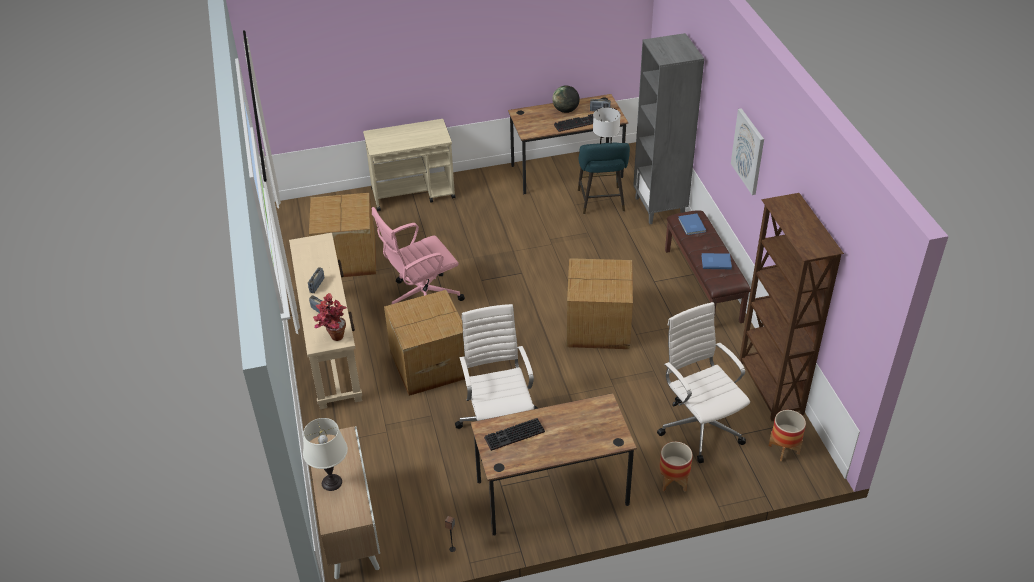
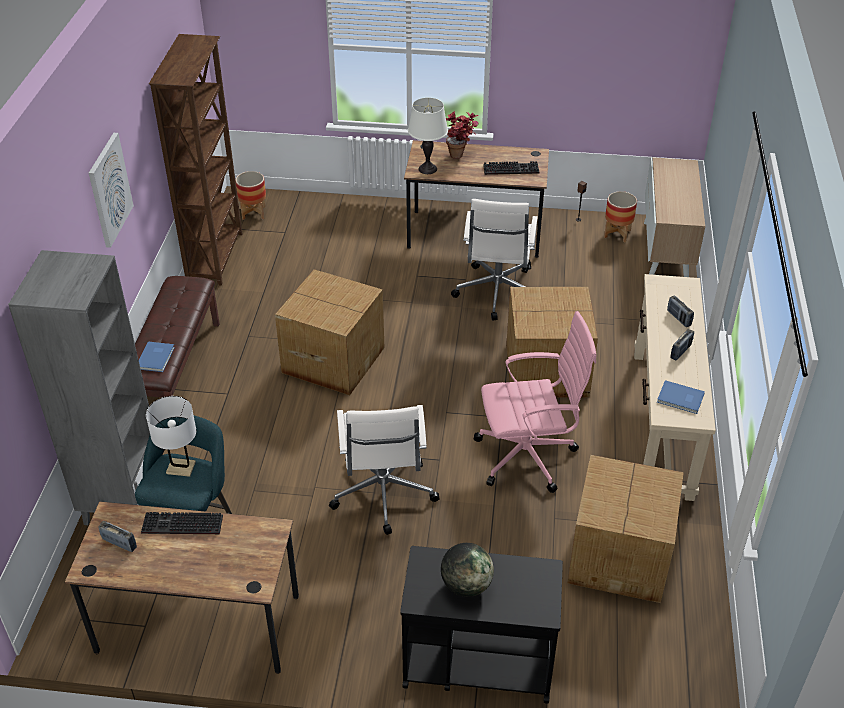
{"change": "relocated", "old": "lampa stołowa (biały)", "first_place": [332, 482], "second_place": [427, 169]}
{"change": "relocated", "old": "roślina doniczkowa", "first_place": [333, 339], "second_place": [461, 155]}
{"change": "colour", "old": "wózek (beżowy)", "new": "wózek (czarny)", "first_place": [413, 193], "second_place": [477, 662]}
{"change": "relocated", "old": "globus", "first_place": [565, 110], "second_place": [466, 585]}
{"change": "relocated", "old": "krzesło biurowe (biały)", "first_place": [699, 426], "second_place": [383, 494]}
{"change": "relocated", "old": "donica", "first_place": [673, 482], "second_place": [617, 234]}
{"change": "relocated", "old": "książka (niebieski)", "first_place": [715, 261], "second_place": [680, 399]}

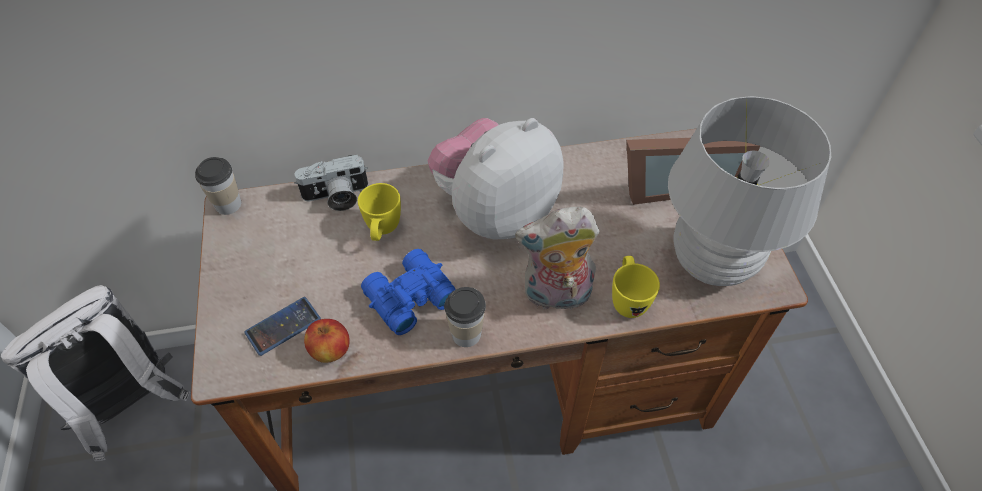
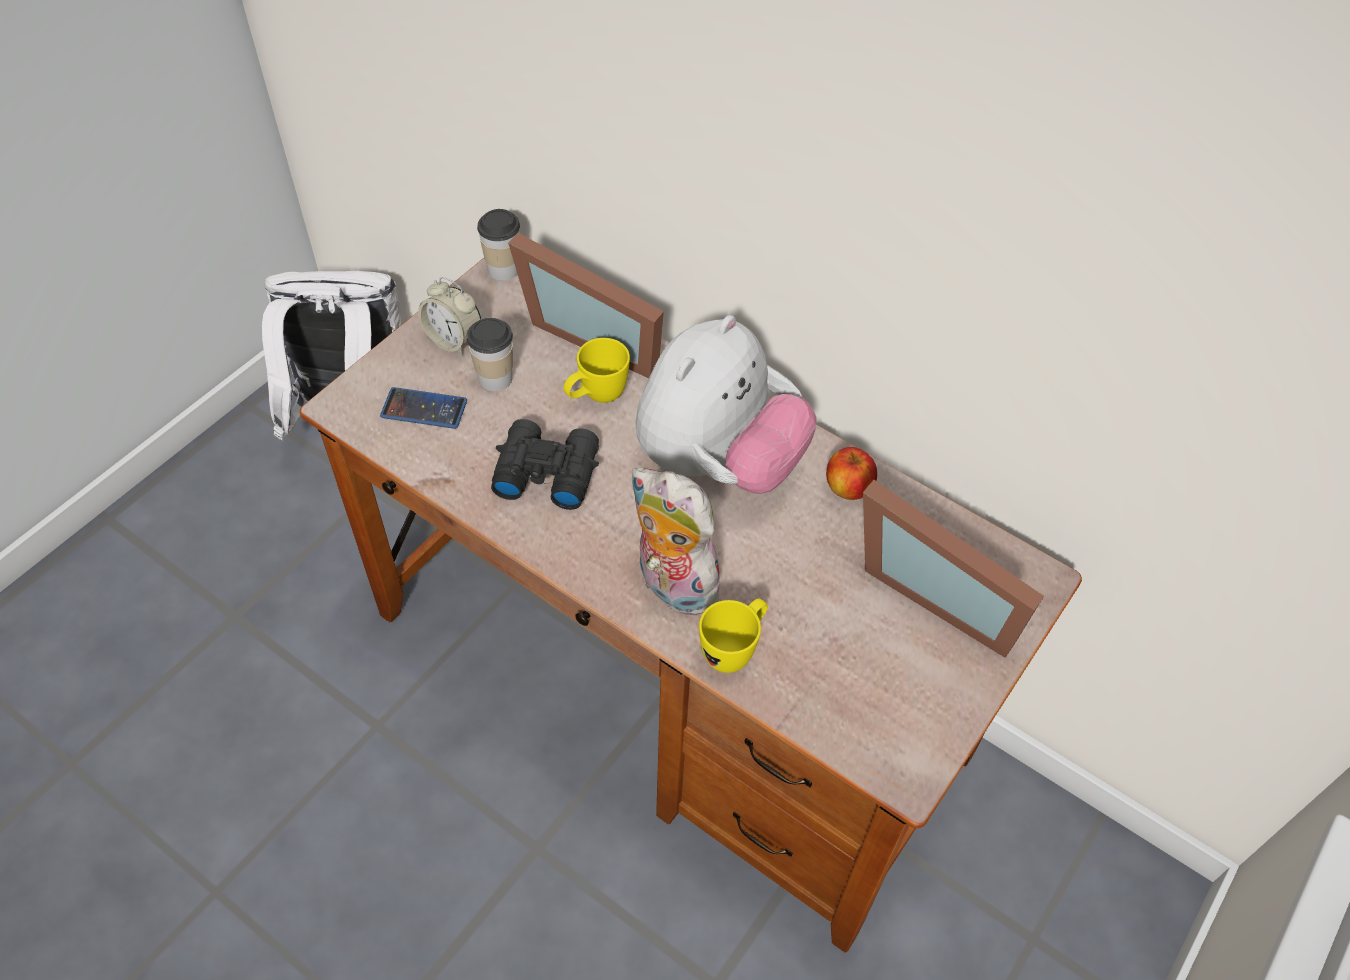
{"change": "exchanged", "old": "aparat fotograficzny", "new": "ramka na zdjęcie", "first_place": [336, 197], "second_place": [596, 333]}
{"change": "relocated", "old": "jabłko", "first_place": [331, 350], "second_place": [848, 488]}
{"change": "colour", "old": "lornetka (niebieski)", "new": "lornetka (czarny)", "first_place": [408, 297], "second_place": [545, 471]}
{"change": "spun", "old": "pluszak", "first_place": [495, 211], "second_place": [718, 462], "degrees": 120}
{"change": "relocated", "old": "filiżanka", "first_place": [466, 334], "second_place": [495, 378]}
{"change": "missing", "old": "lampa stołowa (biały)", "first_place": [712, 263]}
{"change": "appeared", "new": "budzik", "second_place": [453, 340]}

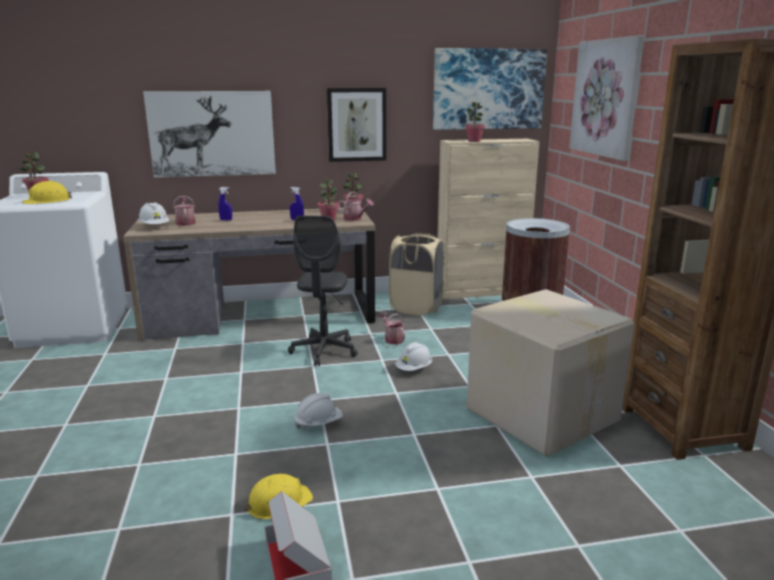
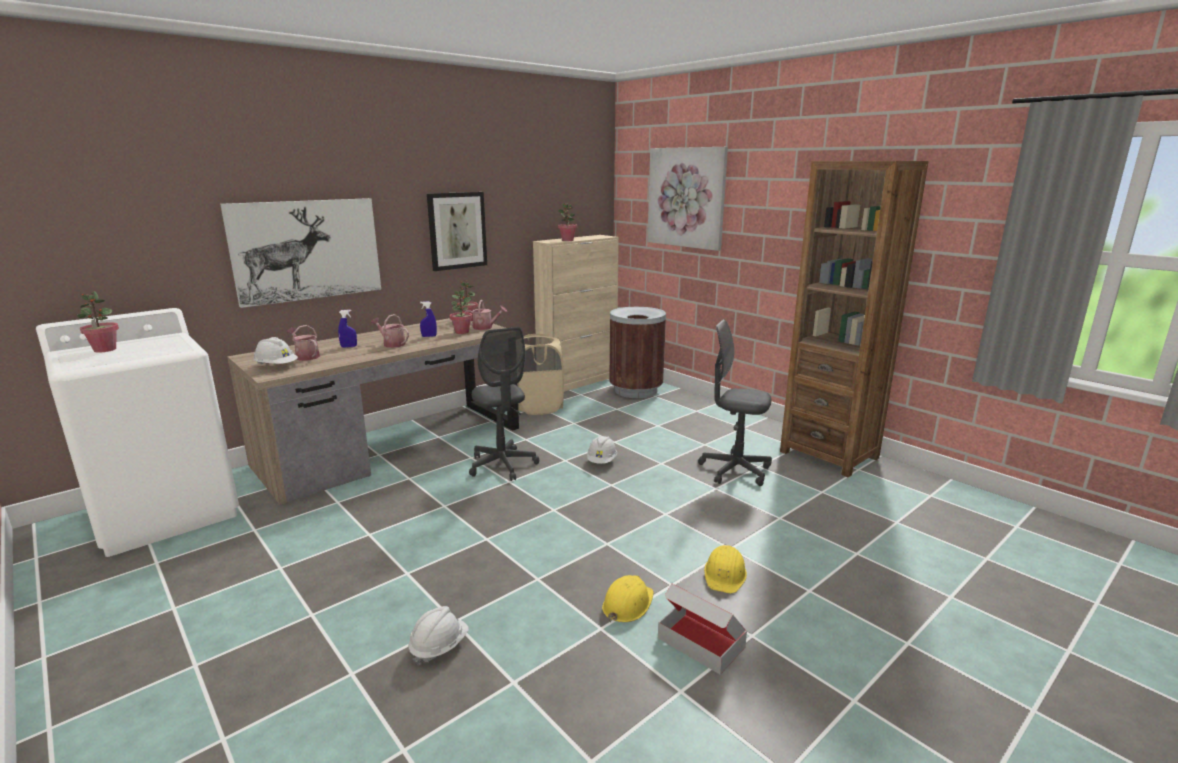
{"change": "relocated", "old": "kask (żółty)", "first_place": [47, 201], "second_place": [725, 575]}
{"change": "relocated", "old": "kask (biały)", "first_place": [318, 424], "second_place": [439, 647]}
{"change": "relocated", "old": "konewka", "first_place": [392, 339], "second_place": [392, 344]}
{"change": "missing", "old": "obraz", "first_place": [488, 89]}
{"change": "exchanged", "old": "karton", "new": "krzesło biurowe (szary)", "first_place": [541, 414], "second_place": [735, 470]}

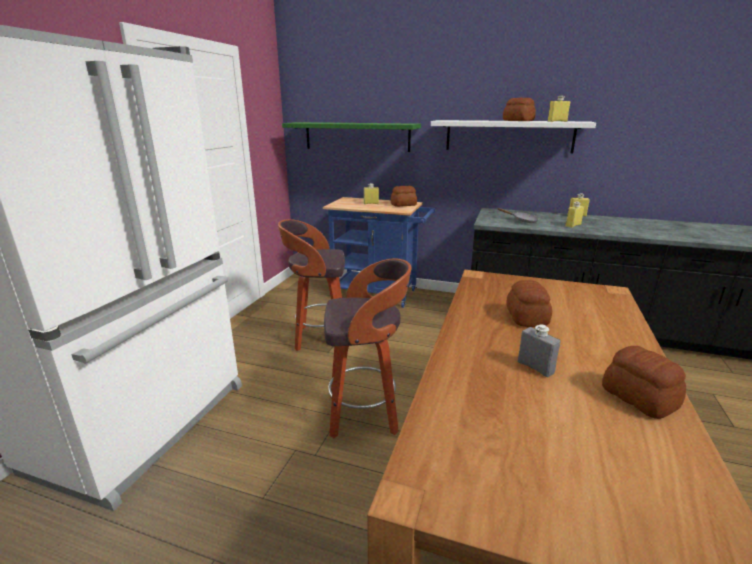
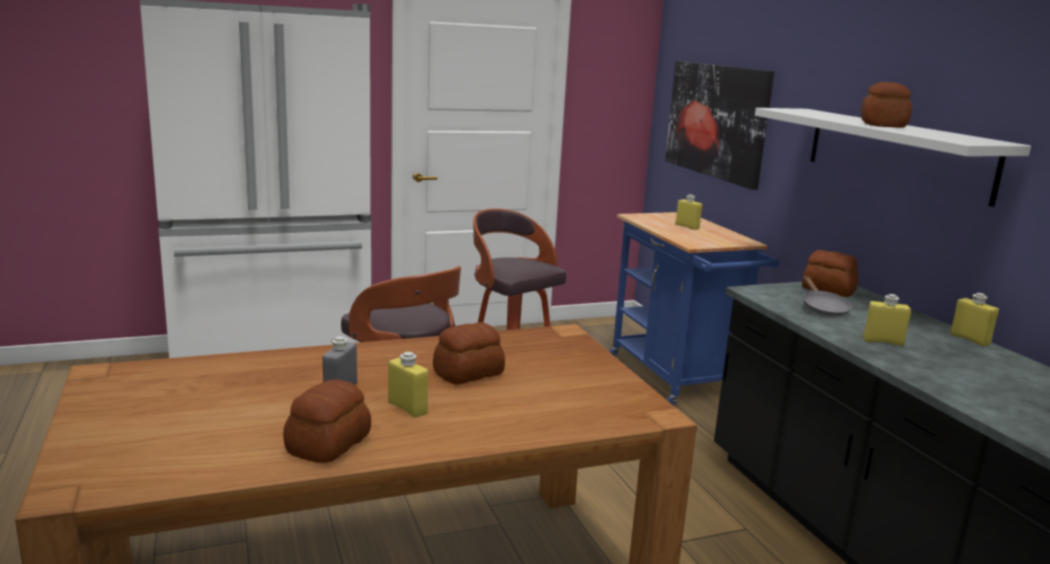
{"change": "exchanged", "old": "półka (zielony)", "new": "obraz", "first_place": [356, 136], "second_place": [716, 121]}
{"change": "relocated", "old": "chleb", "first_place": [404, 205], "second_place": [828, 290]}
{"change": "relocated", "old": "butelka (żółty)", "first_place": [557, 121], "second_place": [407, 408]}

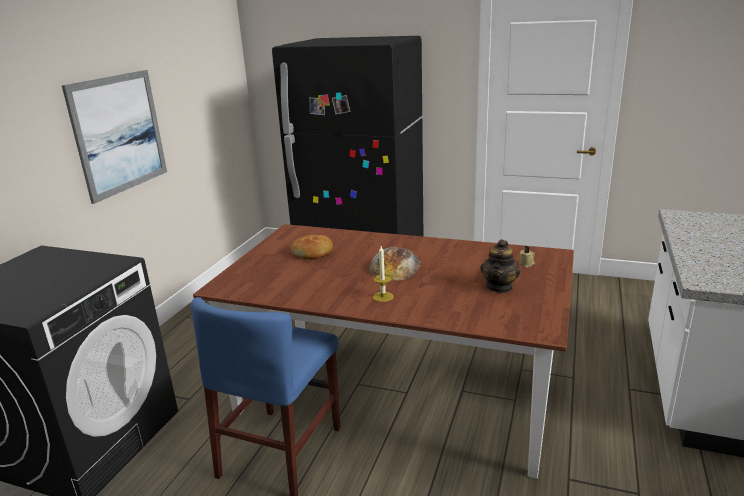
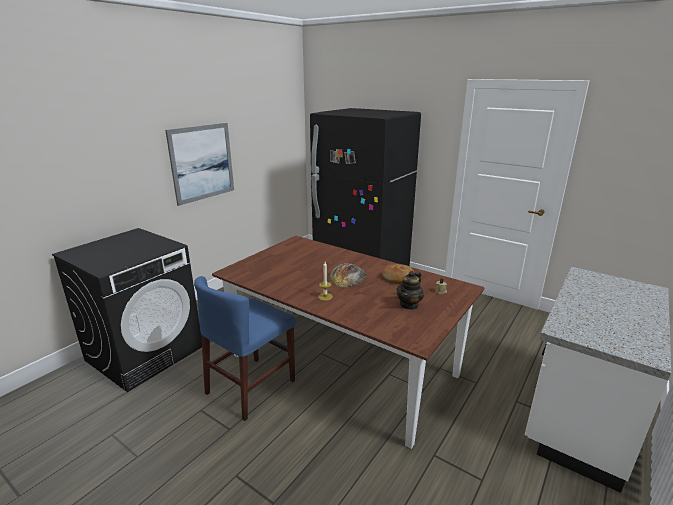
{"change": "relocated", "old": "chleb", "first_place": [313, 253], "second_place": [398, 278]}

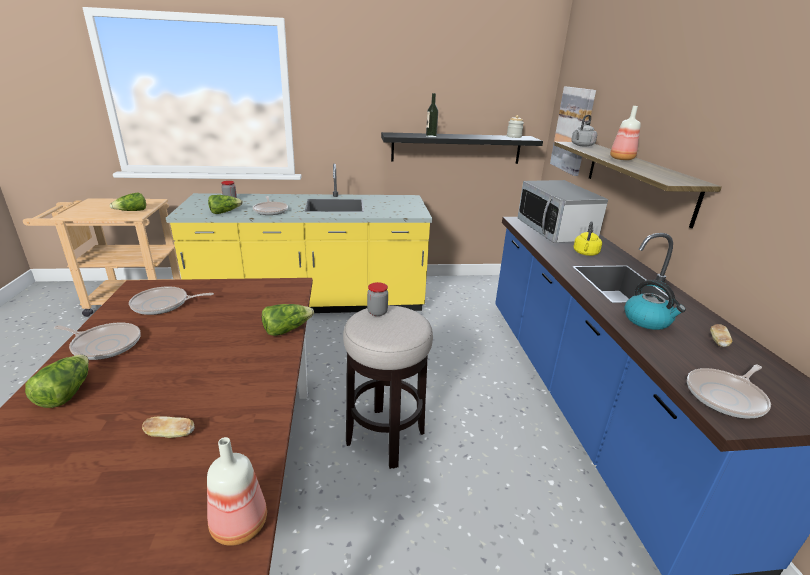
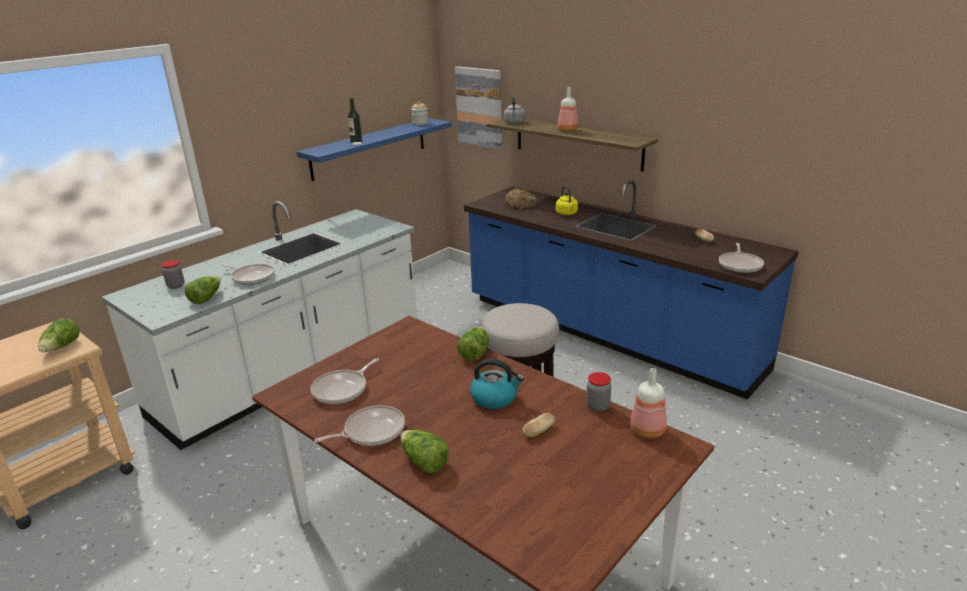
{"change": "colour", "old": "zabudowa kuchenna (żółty)", "new": "zabudowa kuchenna (biały)", "first_place": [312, 302], "second_place": [294, 371]}
{"change": "relocated", "old": "słoik", "first_place": [377, 312], "second_place": [597, 406]}
{"change": "colour", "old": "półka (czarny)", "new": "półka (niebieski)", "first_place": [456, 148], "second_place": [369, 148]}
{"change": "exchanged", "old": "mikrofalówka", "new": "chleb", "first_place": [555, 231], "second_place": [521, 203]}
{"change": "relocated", "old": "czajnik", "first_place": [647, 321], "second_place": [495, 398]}

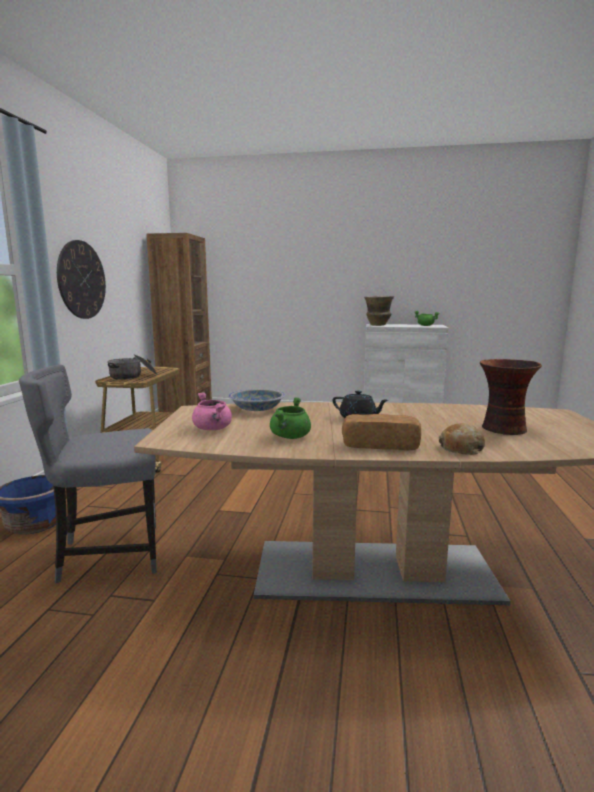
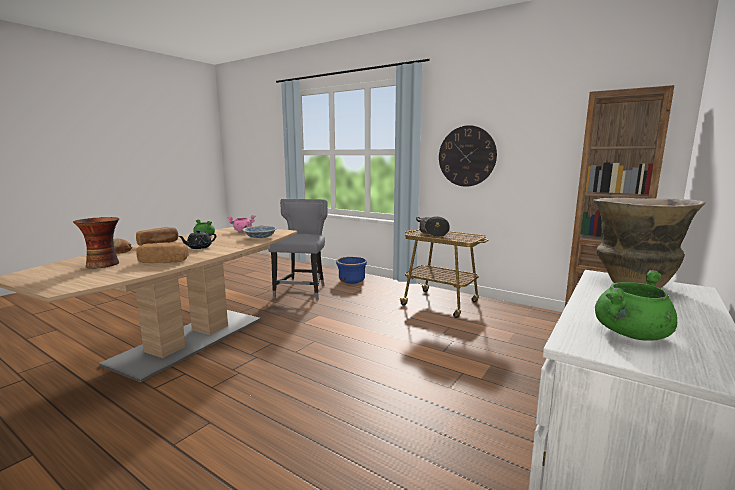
{"change": "appeared", "new": "chleb", "second_place": [164, 261]}

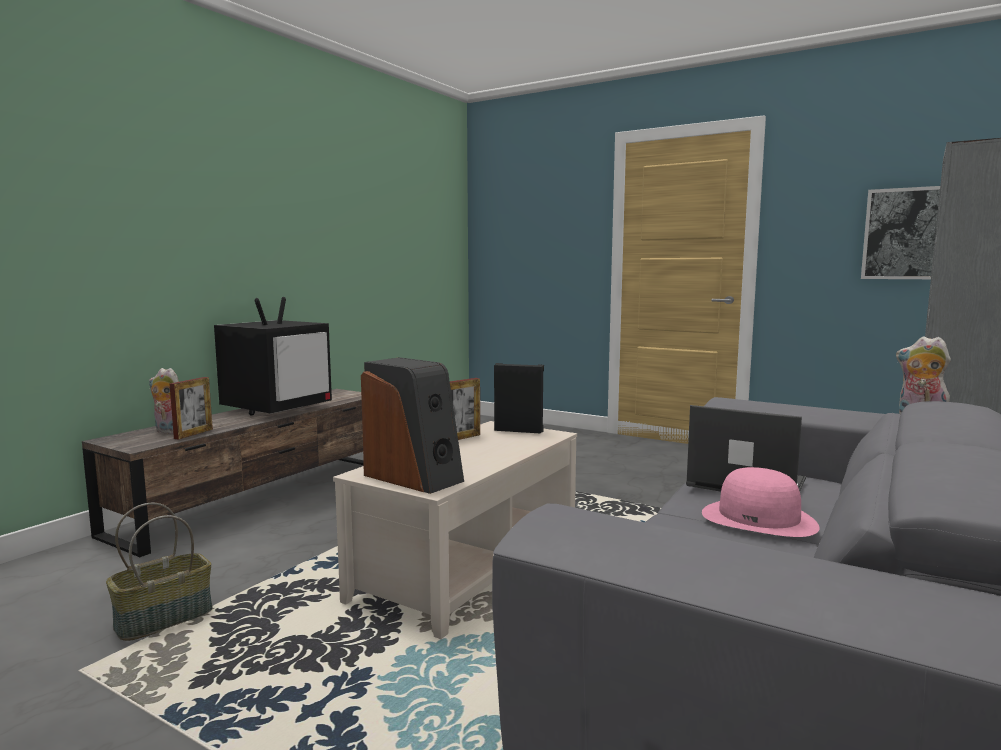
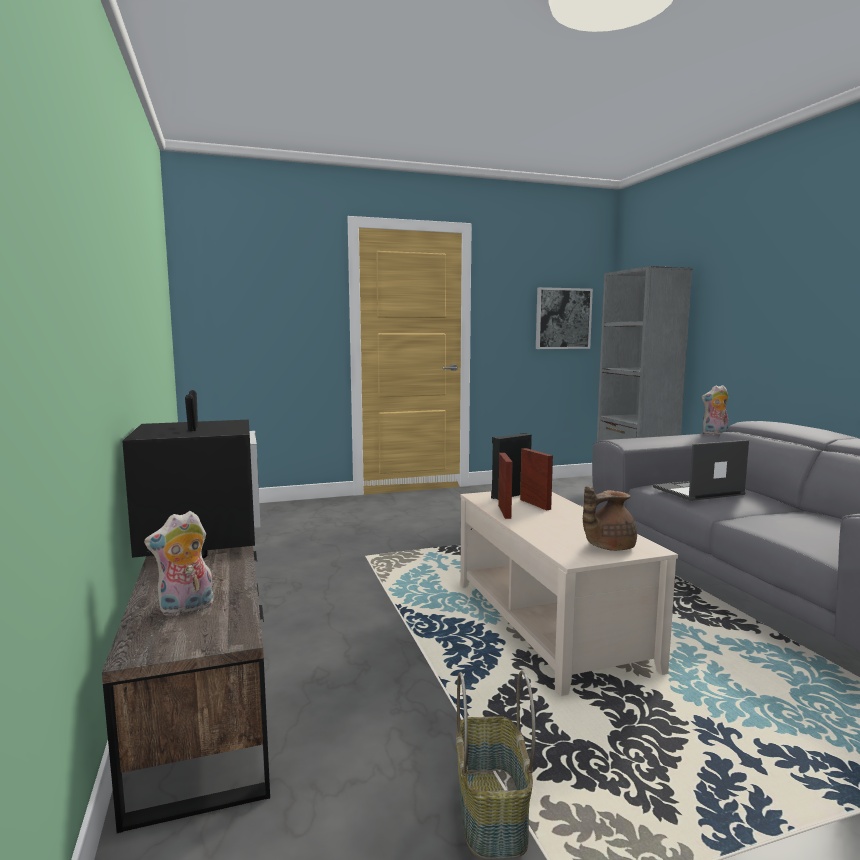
{"change": "relocated", "old": "ramka na zdjęcie", "first_place": [193, 434], "second_place": [535, 504]}
{"change": "exchanged", "old": "głośnik", "new": "imbryk (brązowy)", "first_place": [414, 477], "second_place": [607, 546]}
{"change": "missing", "old": "kapelusz (różowy)", "first_place": [759, 518]}

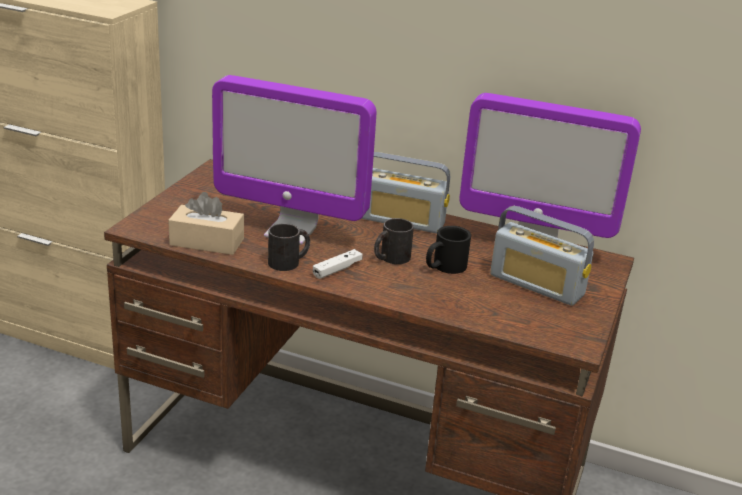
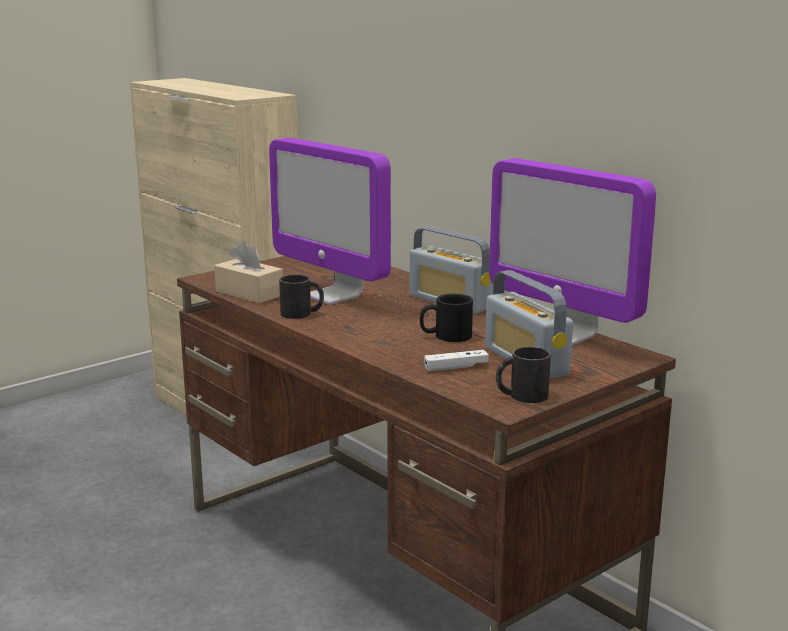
{"change": "relocated", "old": "pad do gier (biały)", "first_place": [337, 269], "second_place": [456, 367]}
{"change": "relocated", "old": "kubek (czarny)", "first_place": [390, 258], "second_place": [521, 396]}

